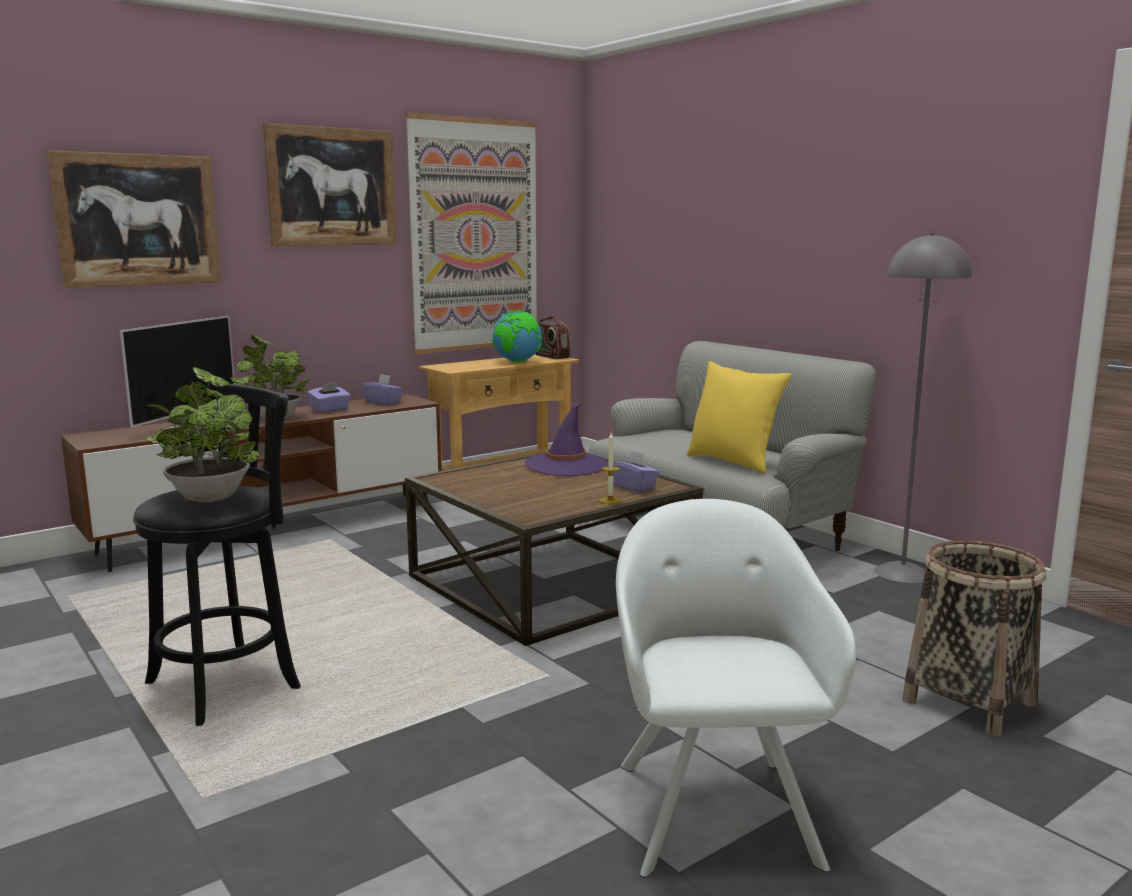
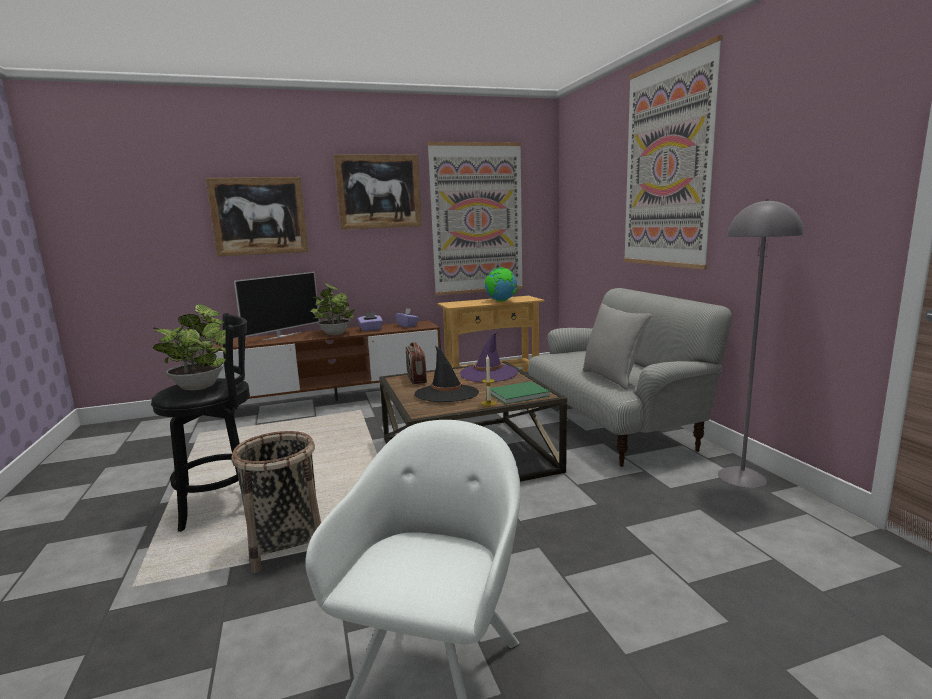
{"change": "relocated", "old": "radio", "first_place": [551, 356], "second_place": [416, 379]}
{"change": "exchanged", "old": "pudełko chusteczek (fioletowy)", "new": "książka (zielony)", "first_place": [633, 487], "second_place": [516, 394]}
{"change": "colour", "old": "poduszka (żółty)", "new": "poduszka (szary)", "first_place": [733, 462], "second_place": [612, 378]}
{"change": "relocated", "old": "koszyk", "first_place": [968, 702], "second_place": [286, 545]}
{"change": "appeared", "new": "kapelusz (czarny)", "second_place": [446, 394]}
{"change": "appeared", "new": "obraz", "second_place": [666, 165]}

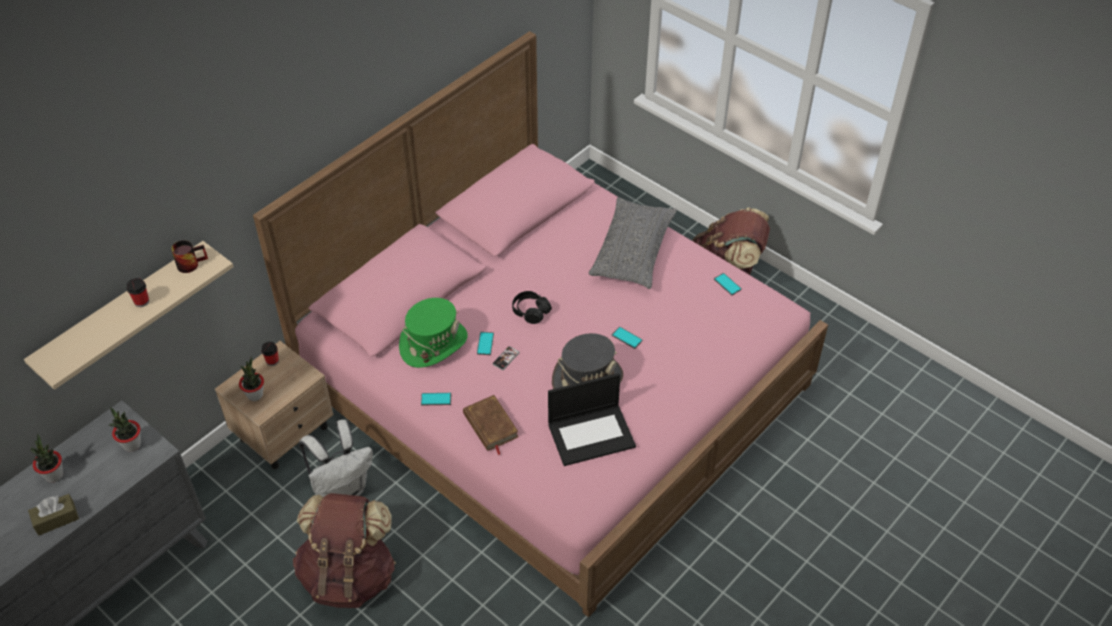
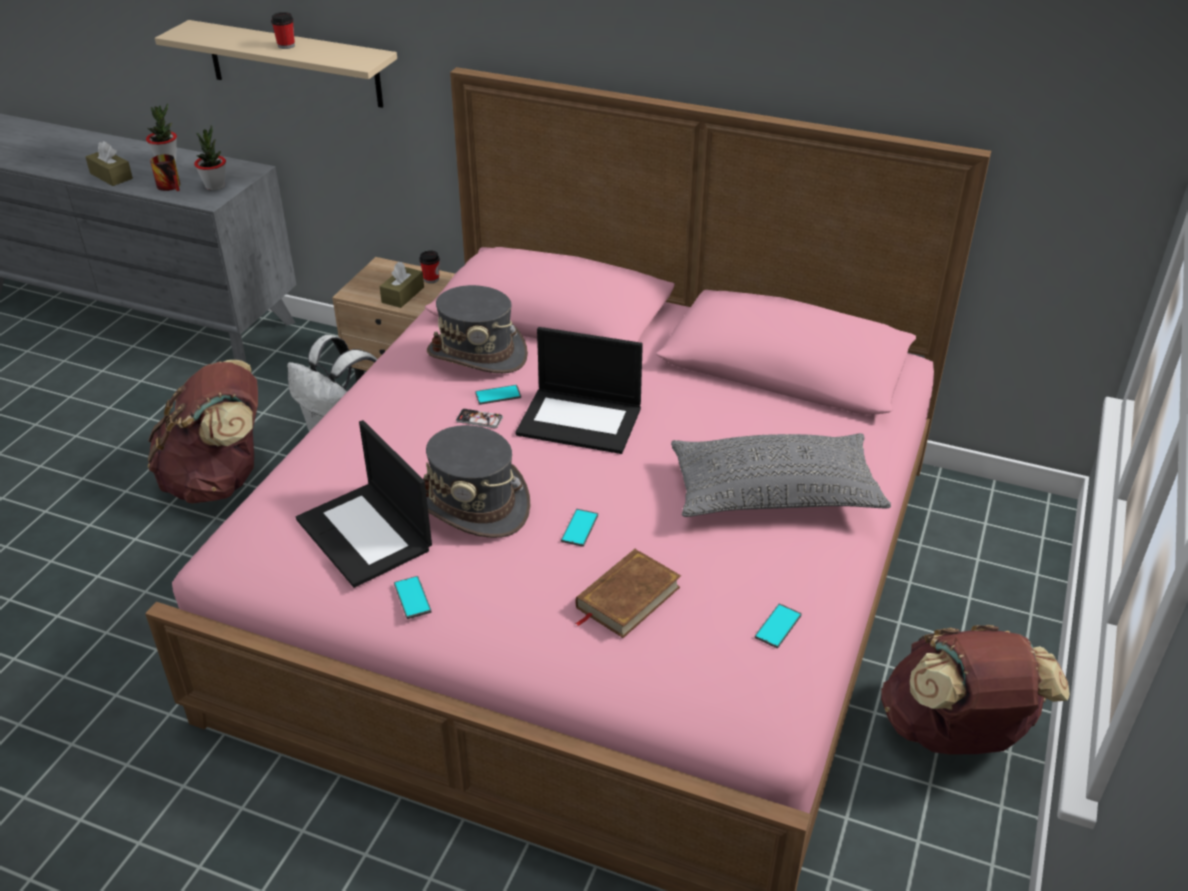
{"change": "relocated", "old": "kubek", "first_place": [191, 263], "second_place": [172, 186]}
{"change": "missing", "old": "roślina doniczkowa", "first_place": [255, 395]}
{"change": "colour", "old": "kapelusz (zielony)", "new": "kapelusz (szary)", "first_place": [433, 343], "second_place": [477, 354]}
{"change": "relocated", "old": "telefon", "first_place": [436, 399], "second_place": [412, 598]}
{"change": "relocated", "old": "książka (brązowy)", "first_place": [490, 426], "second_place": [627, 597]}
{"change": "exchanged", "old": "słuchawki (czarny)", "new": "laptop", "first_place": [531, 311], "second_place": [581, 420]}
{"change": "appeared", "new": "pudełko chusteczek (brązowy)", "second_place": [403, 295]}

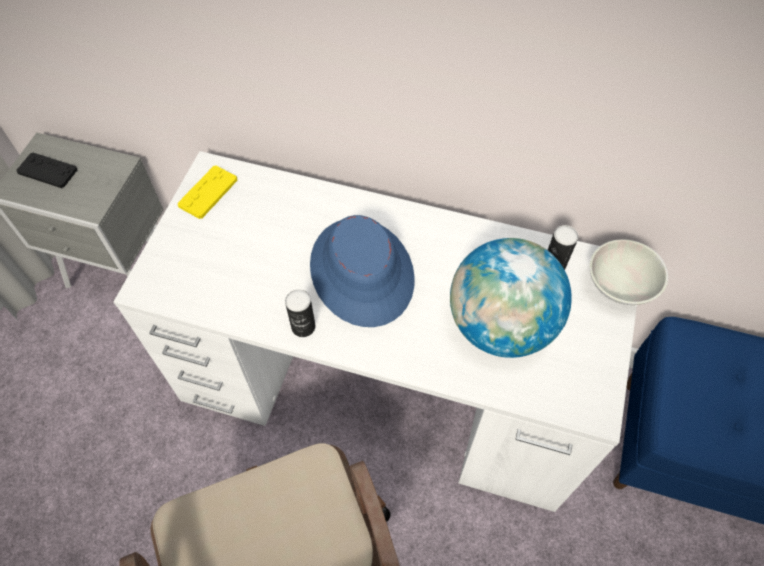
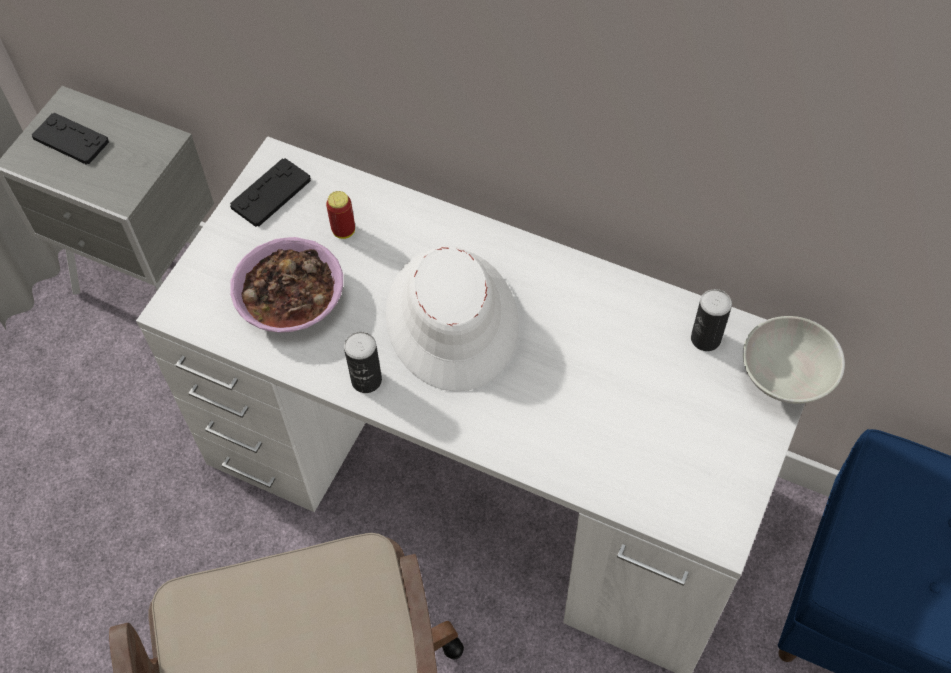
{"change": "colour", "old": "pad do gier (żółty)", "new": "pad do gier (czarny)", "first_place": [208, 193], "second_place": [271, 193]}
{"change": "colour", "old": "kapelusz (niebieski)", "new": "kapelusz (biały)", "first_place": [362, 272], "second_place": [452, 319]}
{"change": "missing", "old": "globus", "first_place": [500, 325]}
{"change": "appeared", "new": "miska", "second_place": [290, 297]}
{"change": "appeared", "new": "puszka", "second_place": [343, 230]}

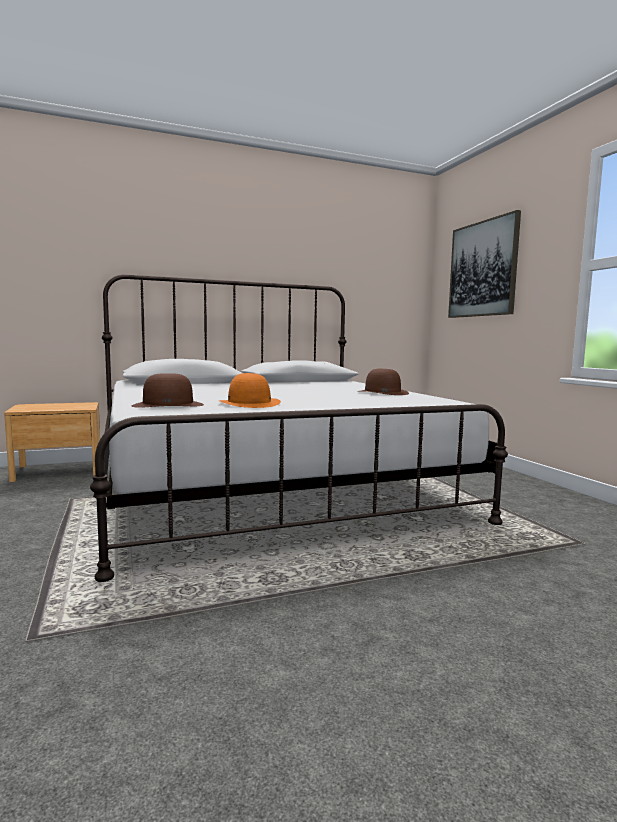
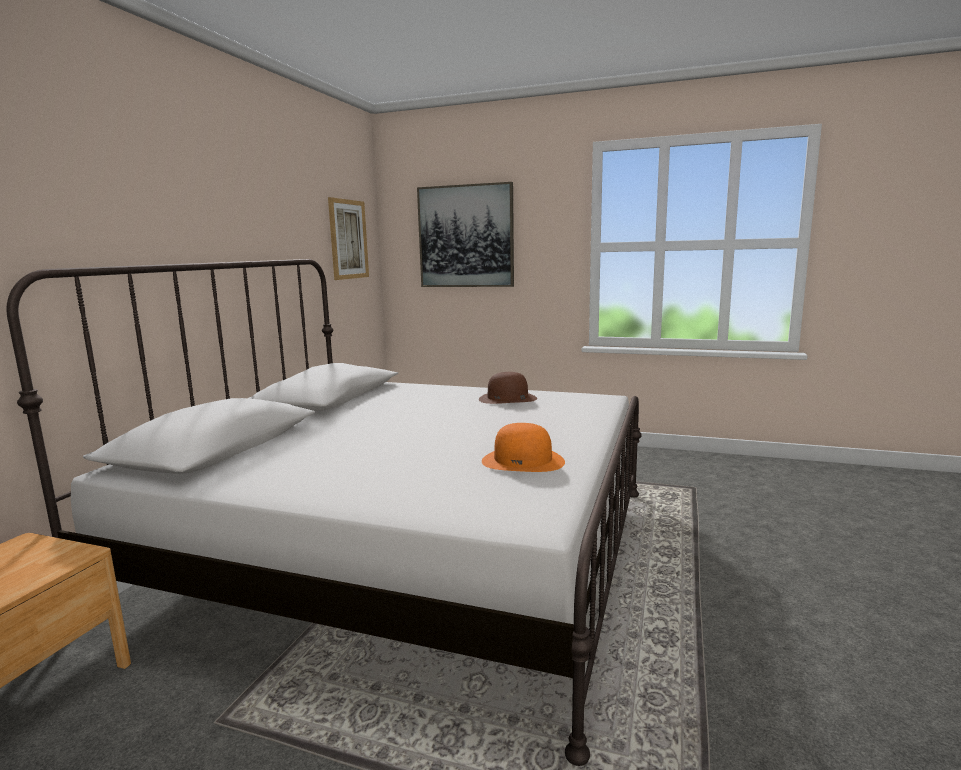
{"change": "missing", "old": "kapelusz (brązowy)", "first_place": [168, 405]}
{"change": "appeared", "new": "obraz", "second_place": [348, 239]}

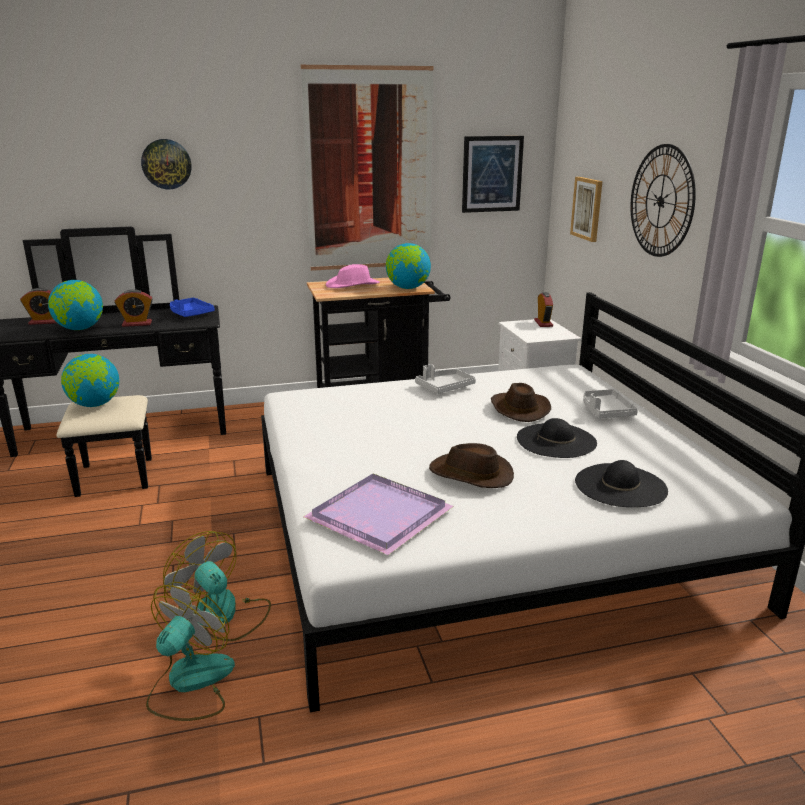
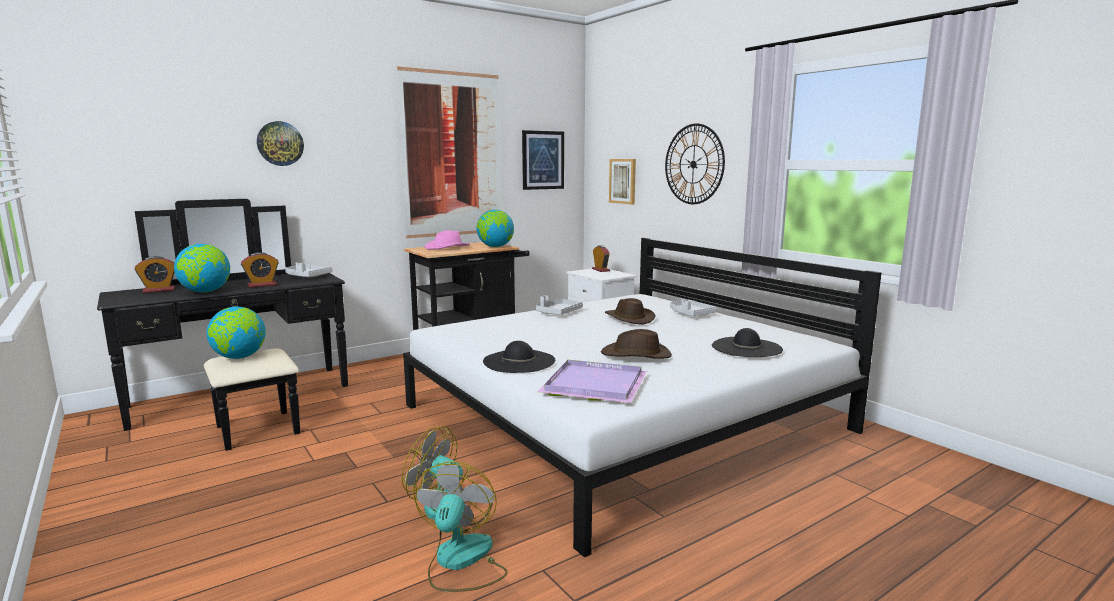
{"change": "colour", "old": "taca (niebieski)", "new": "taca (szary)", "first_place": [190, 314], "second_place": [307, 276]}
{"change": "relocated", "old": "kapelusz (czarny)", "first_place": [556, 440], "second_place": [519, 361]}

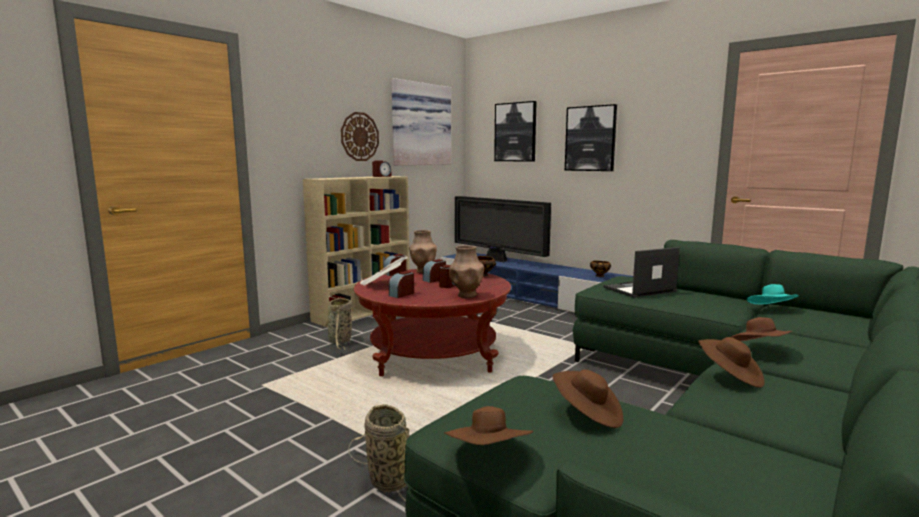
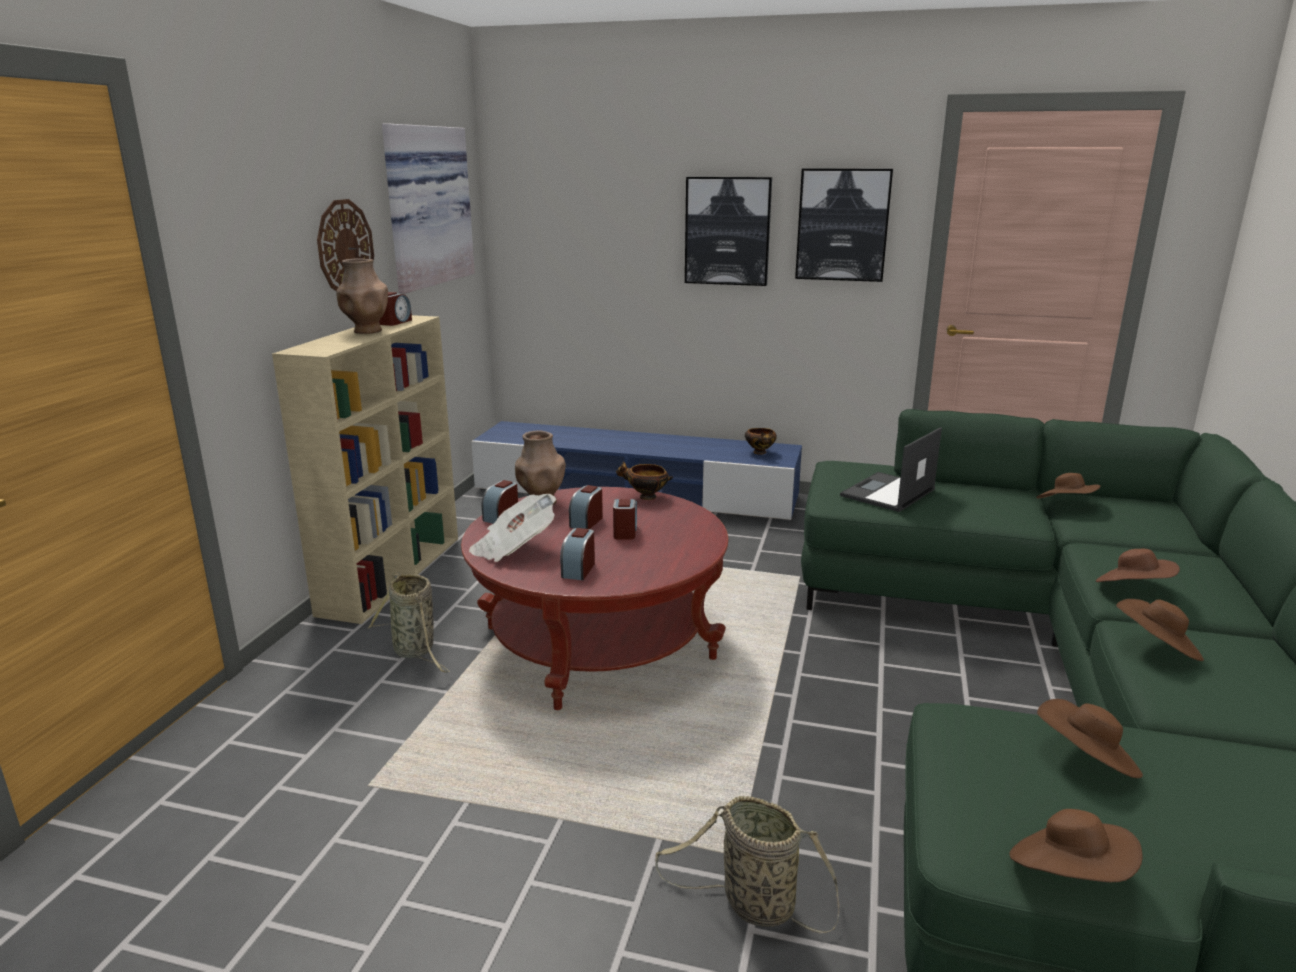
{"change": "relocated", "old": "wazon (brązowy)", "first_place": [466, 295], "second_place": [367, 331]}
{"change": "missing", "old": "telewizor", "first_place": [497, 260]}
{"change": "relocated", "old": "obraz", "first_place": [515, 132], "second_place": [842, 225]}
{"change": "colour", "old": "kapelusz (turkusowy)", "new": "kapelusz (brązowy)", "first_place": [771, 309], "second_place": [1066, 506]}

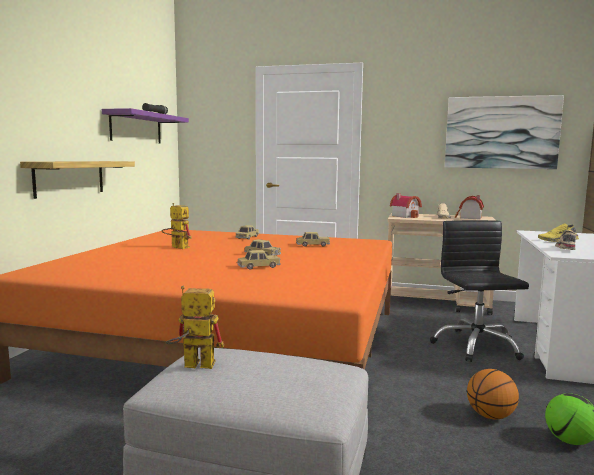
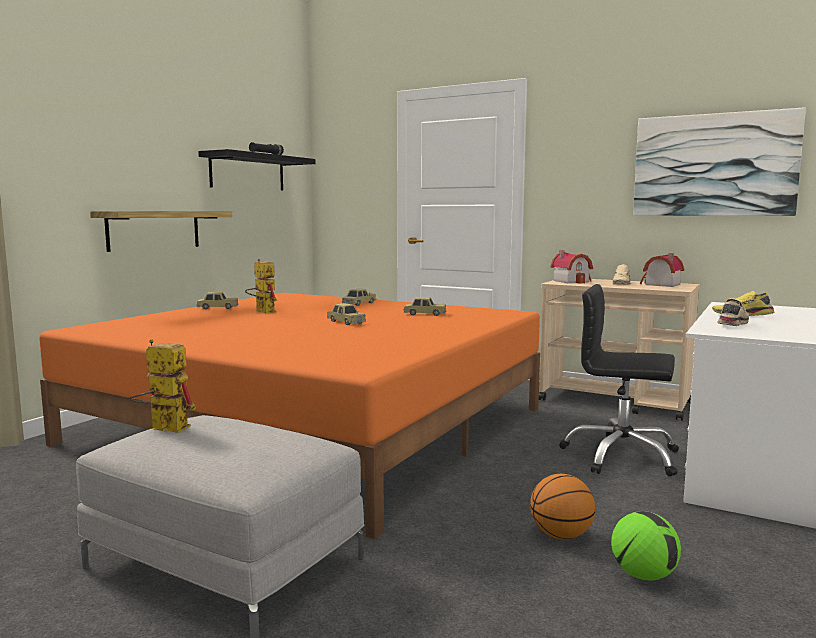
{"change": "colour", "old": "półka (fioletowy)", "new": "półka (czarny)", "first_place": [136, 128], "second_place": [248, 172]}
{"change": "relocated", "old": "samochodzik", "first_place": [258, 267], "second_place": [217, 308]}
{"change": "spun", "old": "krzesło biurowe (czarny)", "first_place": [476, 346], "second_place": [621, 456], "degrees": -75}

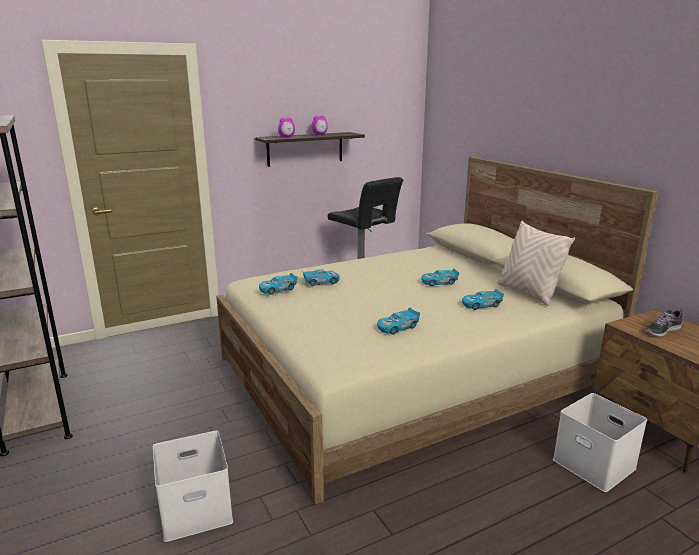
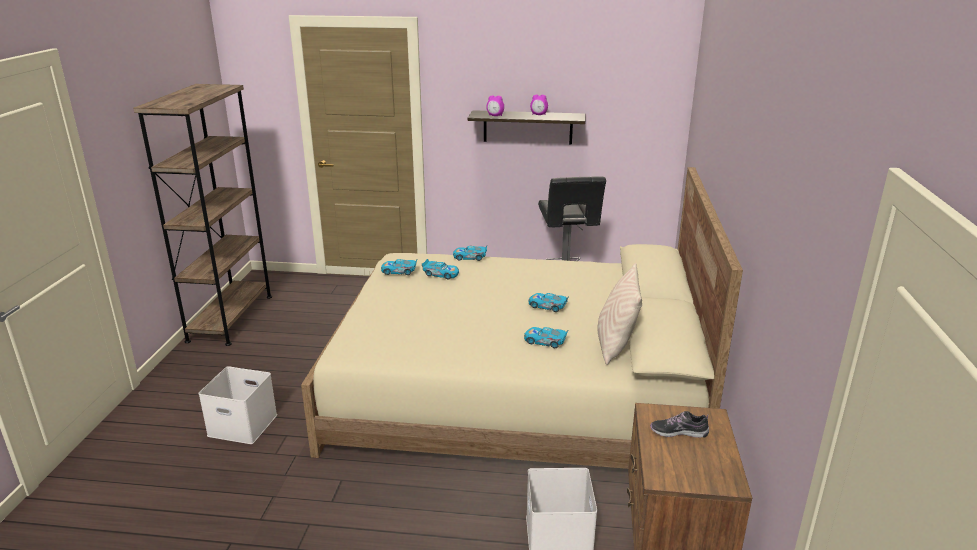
{"change": "relocated", "old": "samochodzik", "first_place": [397, 327], "second_place": [470, 257]}

